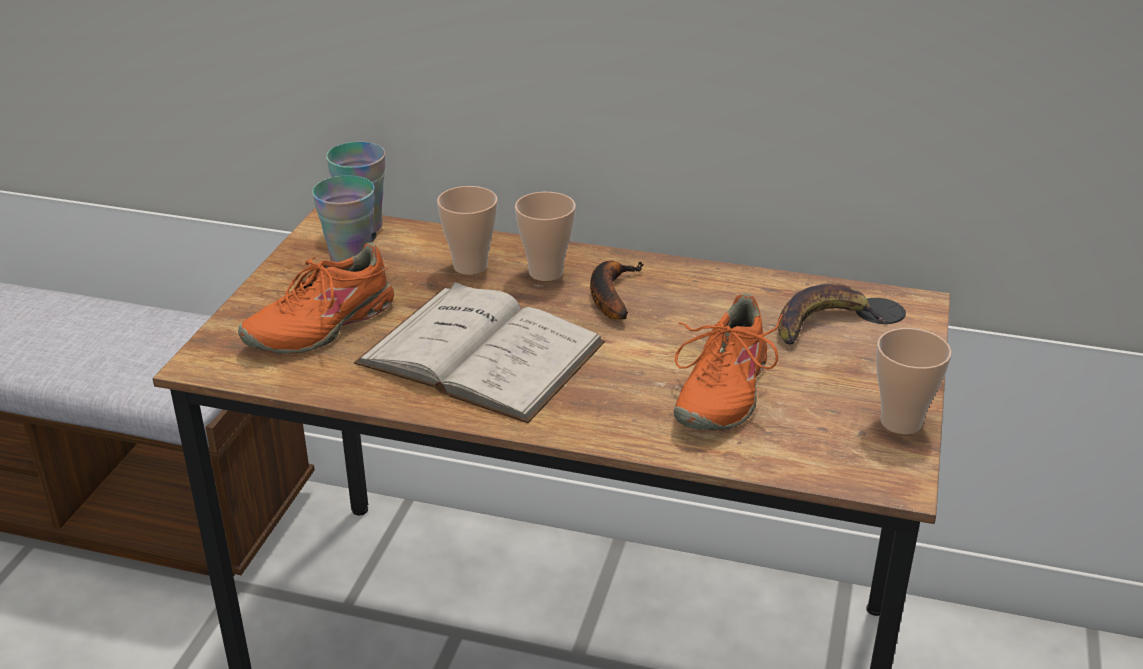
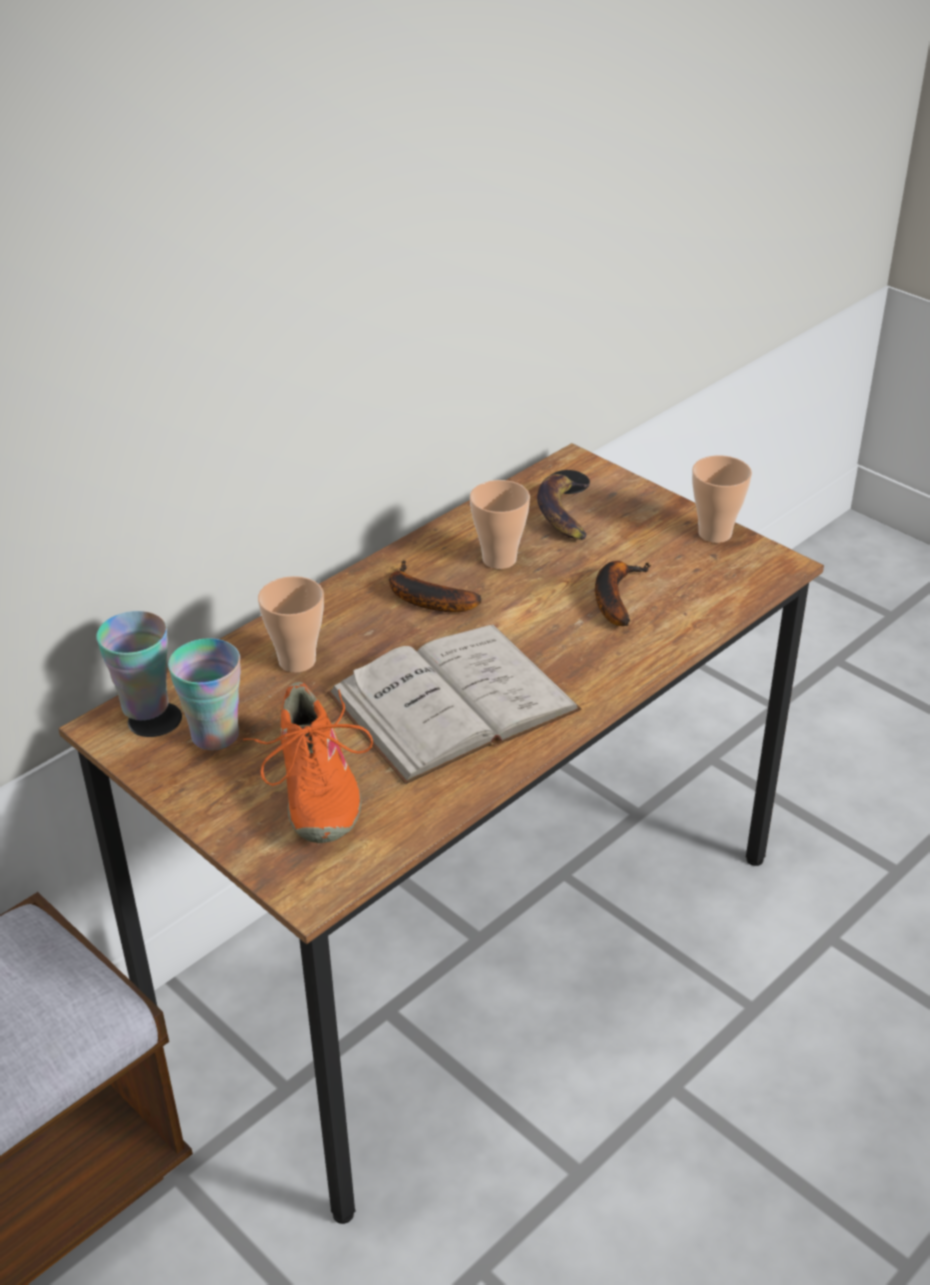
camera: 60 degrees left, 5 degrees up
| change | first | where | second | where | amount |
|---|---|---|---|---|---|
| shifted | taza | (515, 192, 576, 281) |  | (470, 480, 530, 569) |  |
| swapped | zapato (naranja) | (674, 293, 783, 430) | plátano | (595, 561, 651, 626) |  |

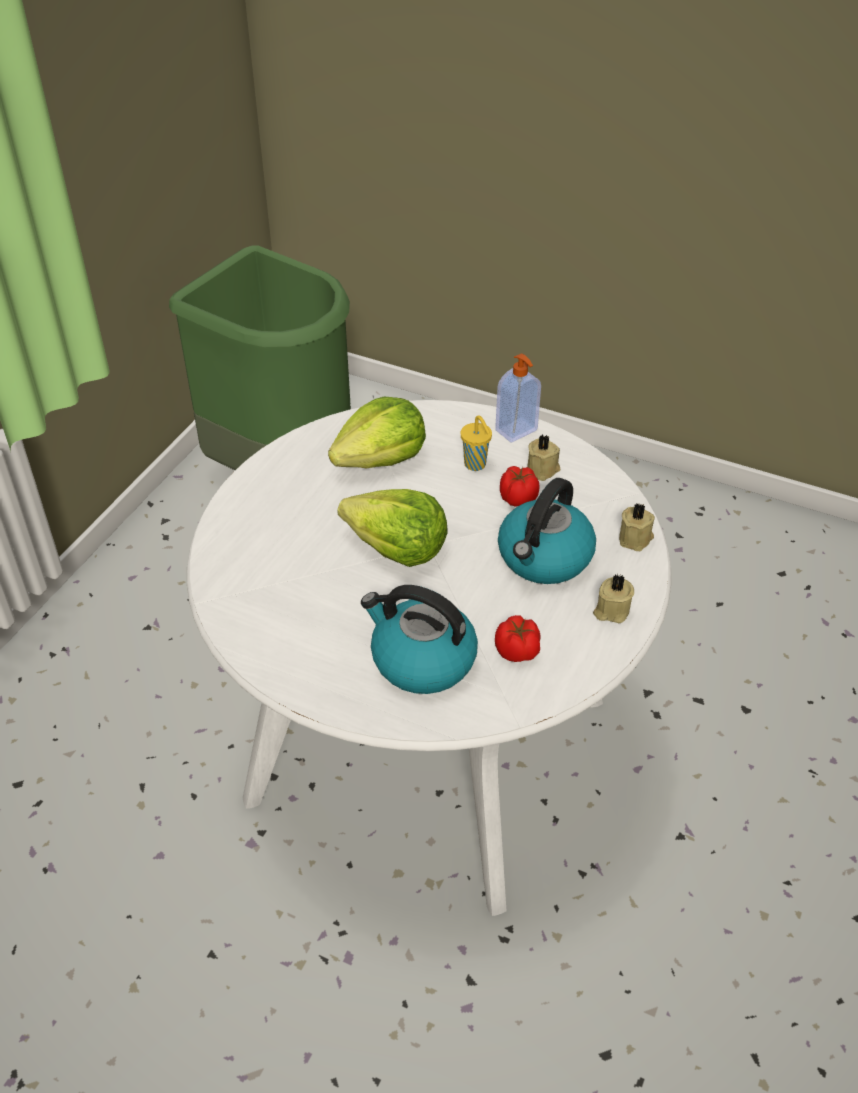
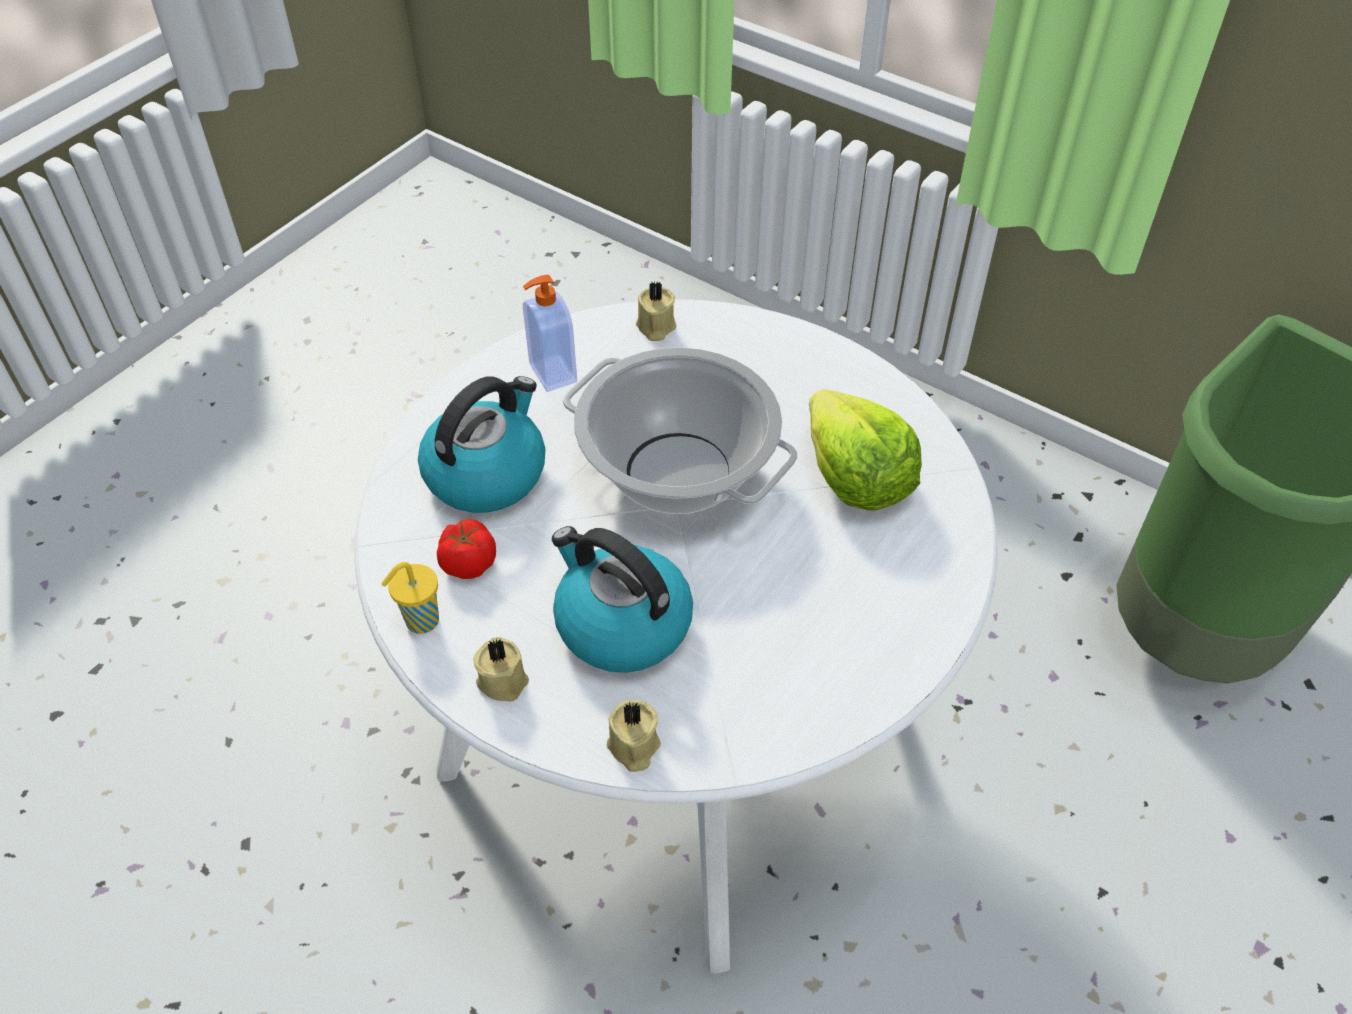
camera: 100 degrees right, 5 degrees up
| change | first | where | second | where | amount |
|---|---|---|---|---|---|
| shifted | dispensador de jabón | (495, 353, 541, 442) |  | (523, 275, 577, 392) |  |
| shifted | taza (amarillo) | (461, 415, 492, 471) |  | (381, 562, 439, 634) |  |
| shifted | vela (beis) | (527, 435, 560, 481) |  | (636, 281, 676, 341) |  |
| gone | tomate | (500, 466, 540, 506) |  |  |  |
| swapped | lechuga | (337, 489, 448, 567) | olla | (563, 347, 797, 514) |  |

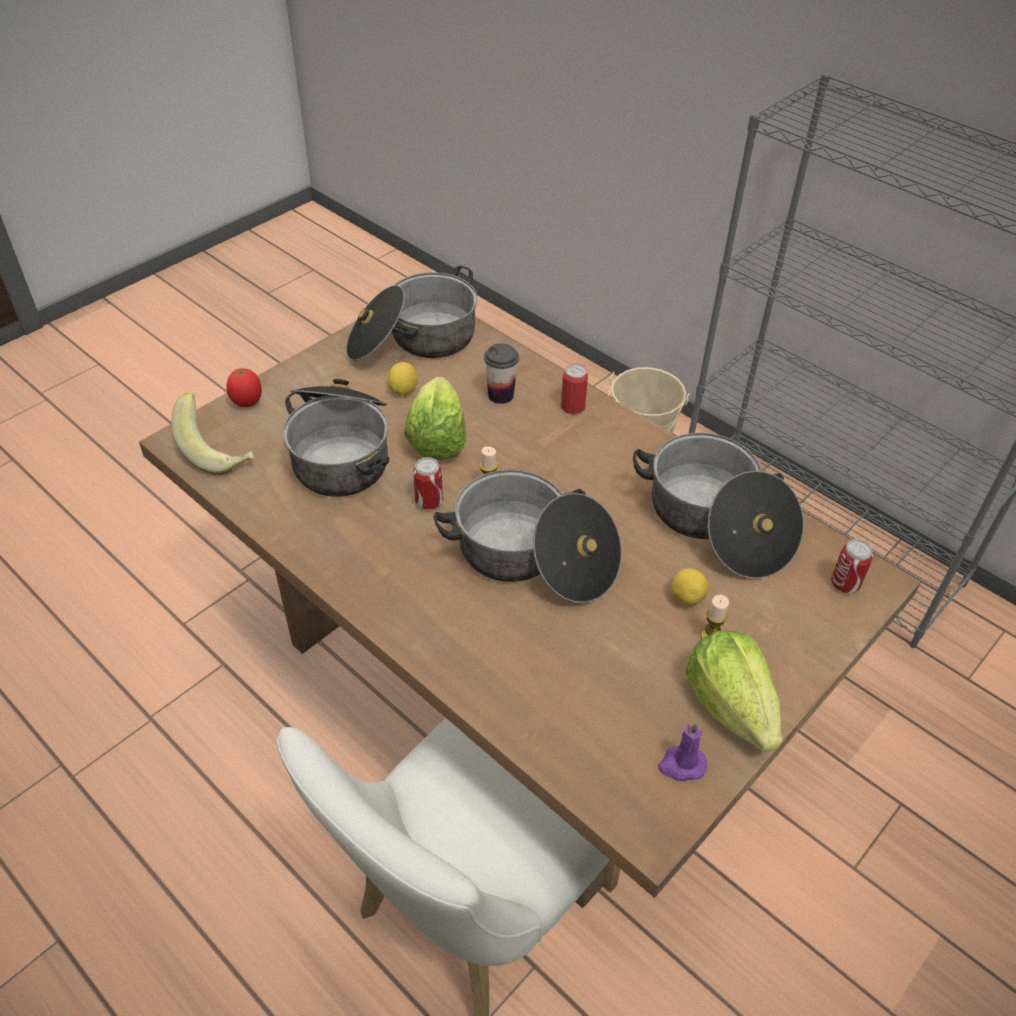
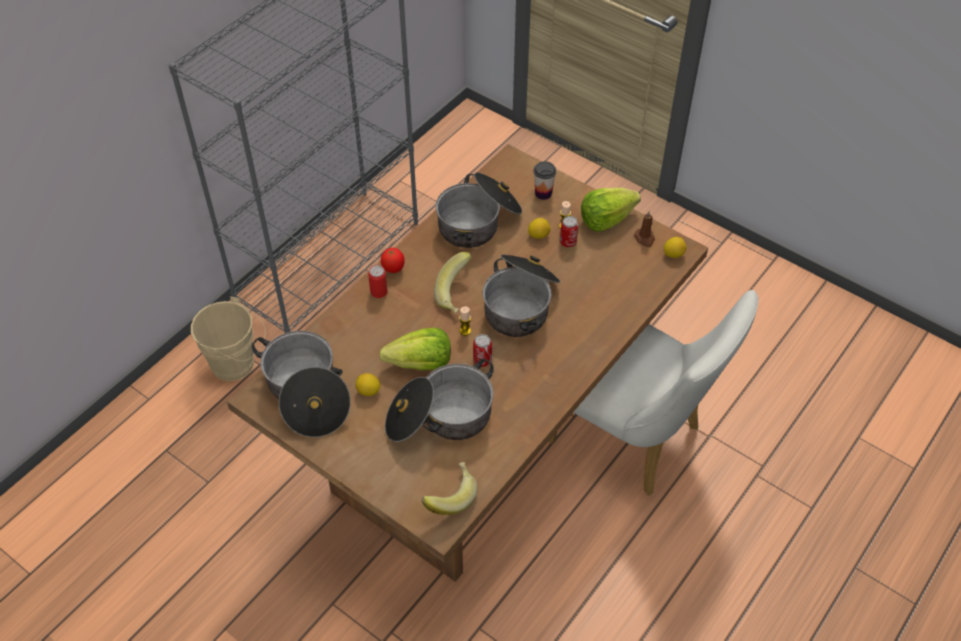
camera: 95 degrees left, 5 degrees up
| change | first | where | second | where | amount |
|---|---|---|---|---|---|
| shifted | taza | (484, 343, 519, 404) |  | (534, 161, 556, 200) |  |
| shifted | tomate | (226, 367, 262, 407) |  | (381, 248, 405, 273) |  |
| shifted | lata | (831, 539, 873, 593) |  | (560, 216, 578, 247) |  |
| repainted | vela (morado) | (658, 722, 707, 781) | vela (marrón) | (634, 211, 655, 247) |  |
| new |  |  | limón | (663, 237, 687, 258) |  |
| new |  |  | plátano | (434, 252, 472, 314) |  |

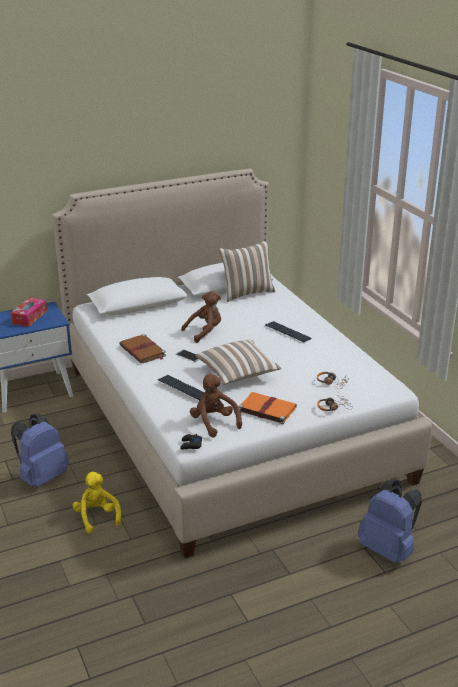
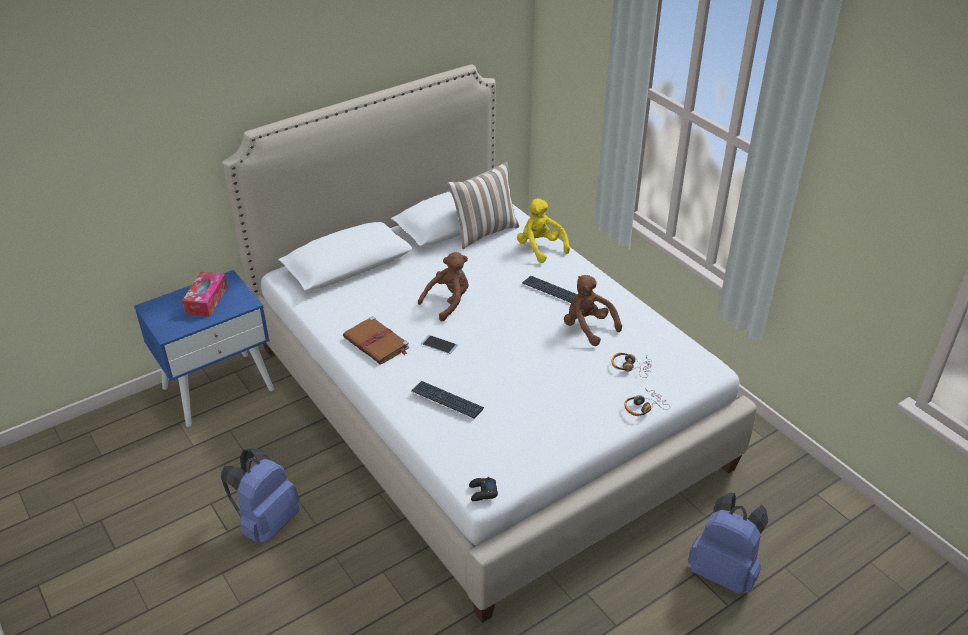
camera: 10 degrees left, 10 degrees up
| change | first | where | second | where | amount |
|---|---|---|---|---|---|
| gone | cojín | (195, 340, 282, 384) |  |  |  |
| shifted | peluche (marrón) | (190, 374, 242, 437) |  | (564, 275, 622, 346) |  |
| gone | libro (naranja) | (238, 392, 297, 424) |  |  |  |
| shifted | peluche (amarillo) | (73, 472, 121, 533) |  | (517, 198, 570, 263) |  |

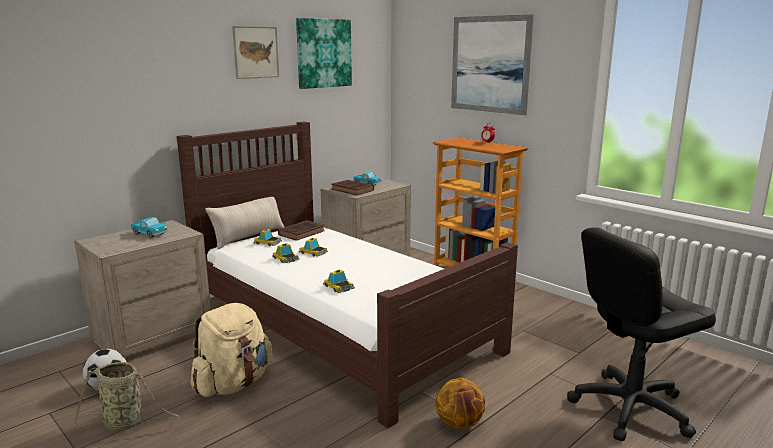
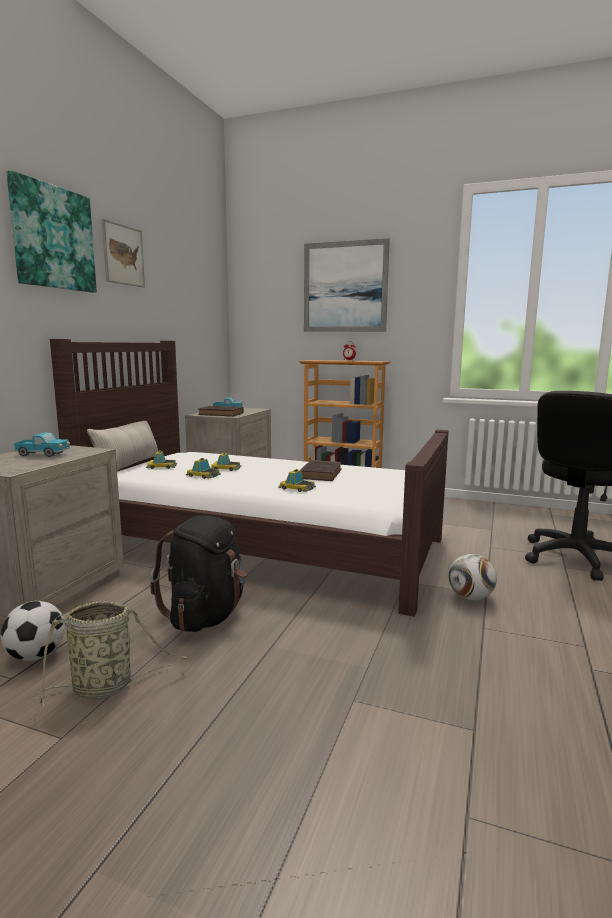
camera: 25 degrees left, 5 degrees down
| change | first | where | second | where | amount |
|---|---|---|---|---|---|
| shifted | cuadro | (296, 18, 352, 89) |  | (6, 170, 97, 293) |  |
| shifted | libro (marrón) | (278, 220, 325, 241) |  | (300, 460, 342, 481) |  |
| repainted | mochila (beis) | (191, 303, 273, 397) | mochila (negro) | (150, 515, 247, 632) |  |
| swapped | balón de baloncesto | (436, 378, 485, 429) | balón de fútbol | (448, 553, 497, 601) |  |

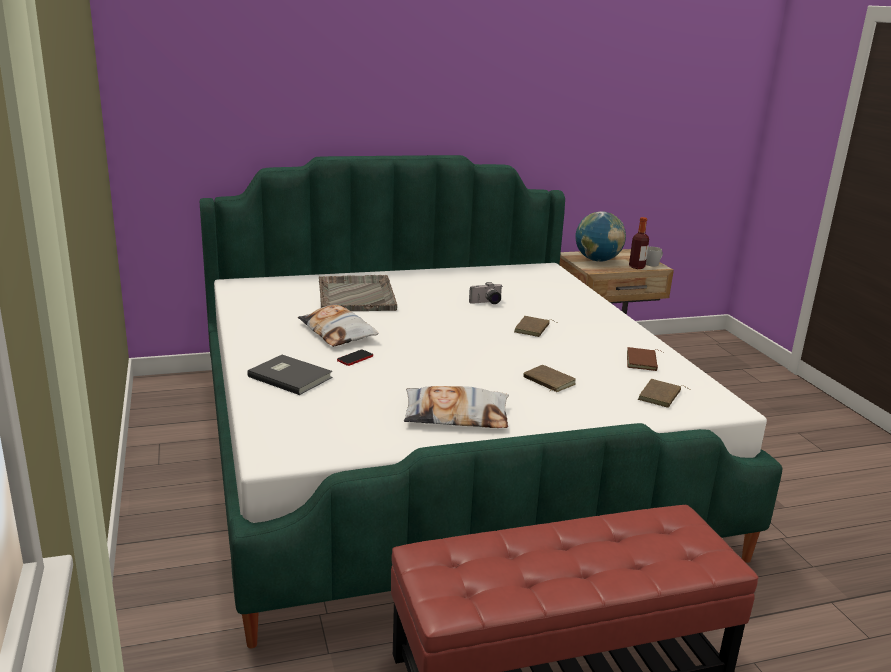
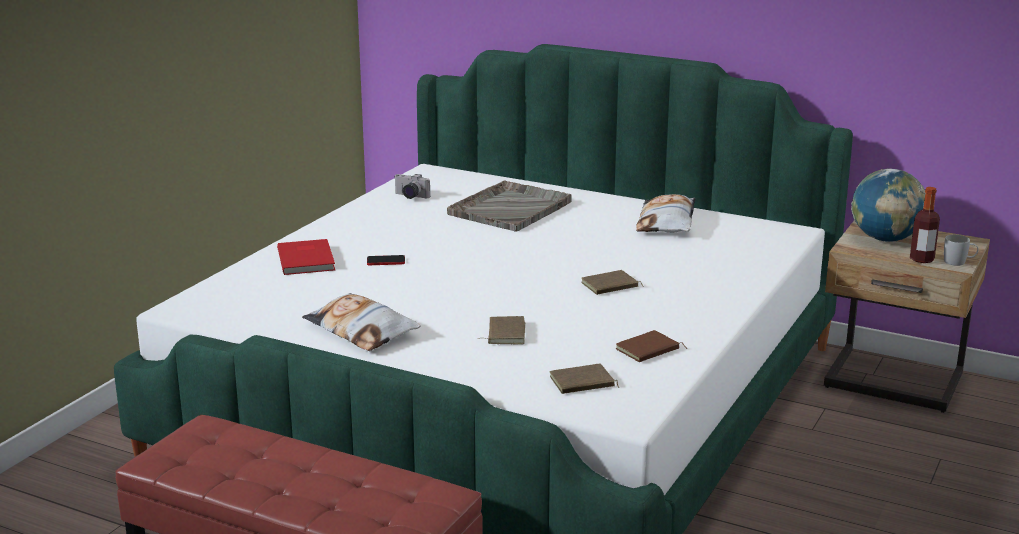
camera: 45 degrees right, 0 degrees up
| change | first | where | second | where | amount |
|---|---|---|---|---|---|
| shifted | cámara | (469, 282, 502, 304) |  | (394, 174, 430, 199) |  |
| shifted | cojín | (298, 305, 379, 347) |  | (636, 194, 696, 233) |  |
| repainted | libro (gris) | (247, 355, 332, 395) | libro (rojo) | (277, 239, 335, 275) |  |

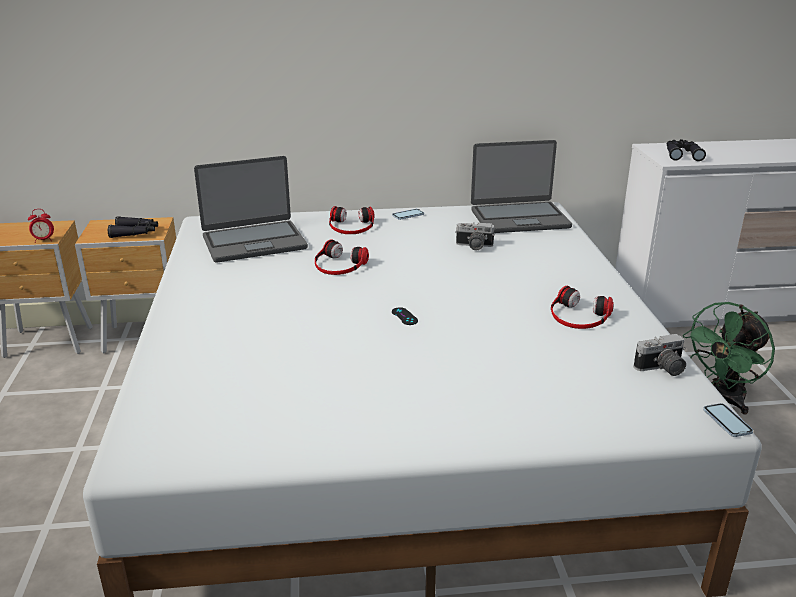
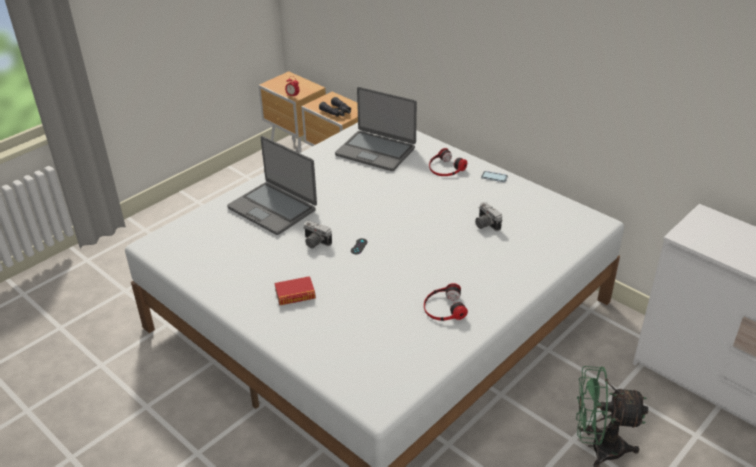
camera: 50 degrees right, 10 degrees up
| change | first | where | second | where | amount |
|---|---|---|---|---|---|
| gone | prismáticos (negro) | (667, 139, 706, 161) |  |  |  |
| shifted | portátil | (471, 140, 572, 233) |  | (227, 136, 317, 235) |  |
| gone | auriculares | (315, 239, 369, 275) |  |  |  |
| shifted | cámara | (634, 334, 686, 376) |  | (303, 221, 332, 248) |  |
| gone | móvil | (703, 403, 753, 437) |  |  |  |
| new |  |  | libro | (275, 276, 316, 305) |  |

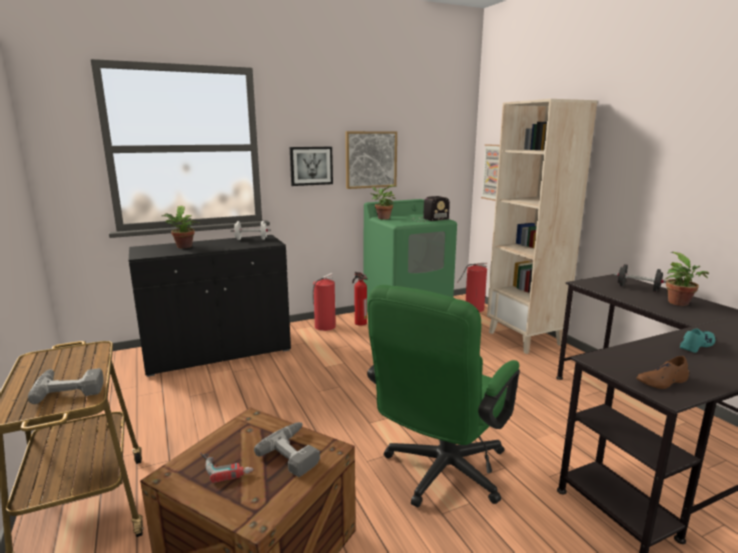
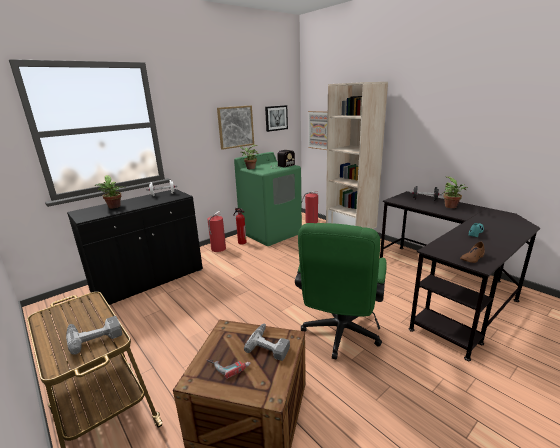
camera: 15 degrees left, 5 degrees up
| change | first | where | second | where | amount |
|---|---|---|---|---|---|
| shifted | cuadro | (290, 147, 333, 186) |  | (265, 105, 288, 132) |  |

